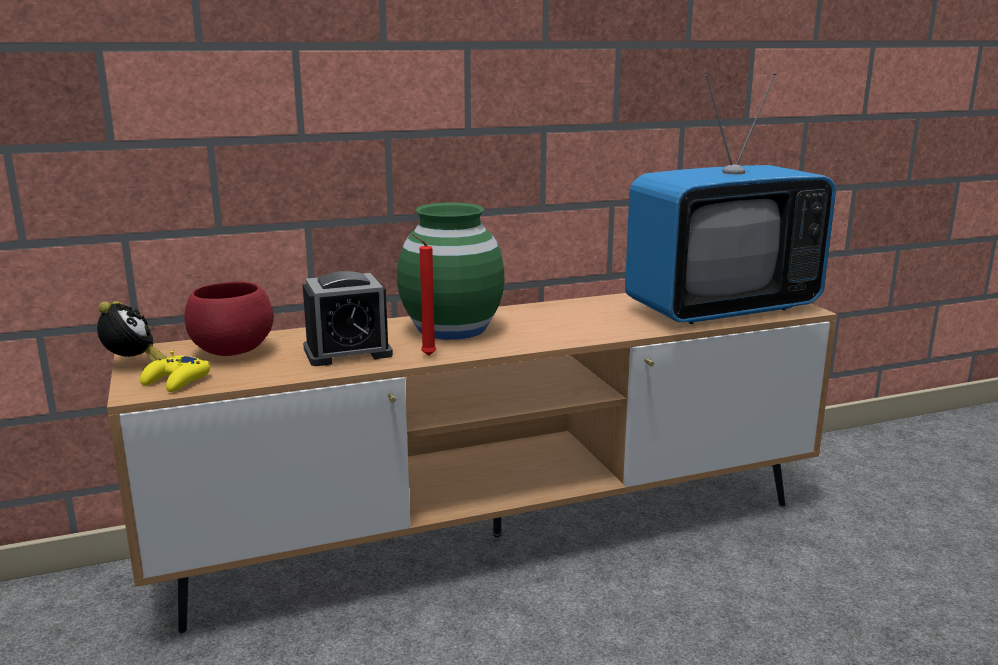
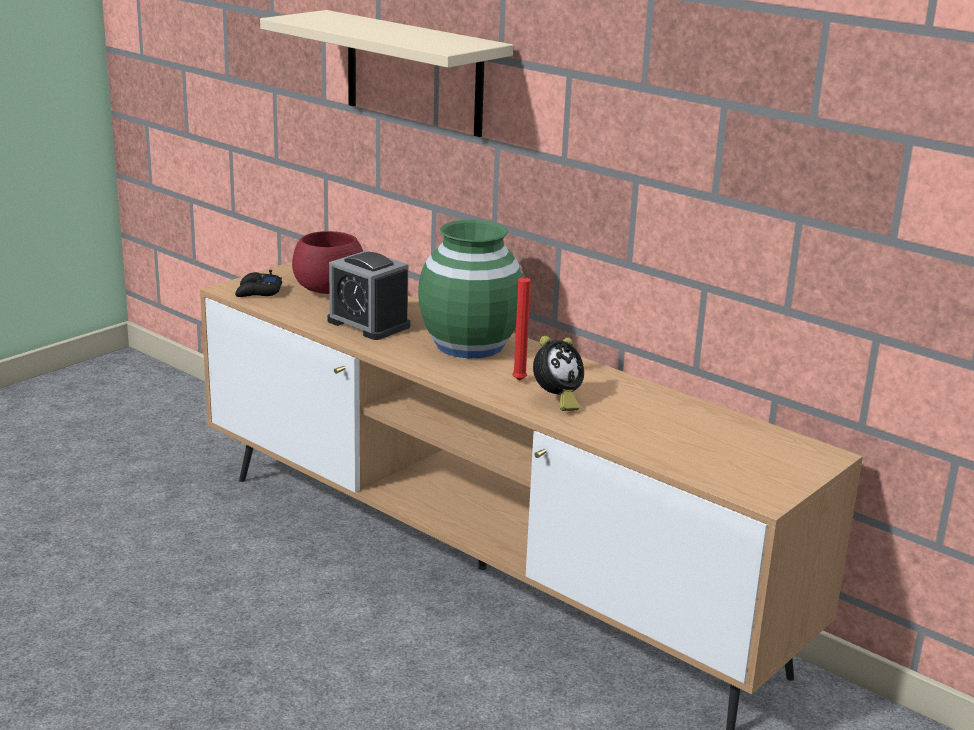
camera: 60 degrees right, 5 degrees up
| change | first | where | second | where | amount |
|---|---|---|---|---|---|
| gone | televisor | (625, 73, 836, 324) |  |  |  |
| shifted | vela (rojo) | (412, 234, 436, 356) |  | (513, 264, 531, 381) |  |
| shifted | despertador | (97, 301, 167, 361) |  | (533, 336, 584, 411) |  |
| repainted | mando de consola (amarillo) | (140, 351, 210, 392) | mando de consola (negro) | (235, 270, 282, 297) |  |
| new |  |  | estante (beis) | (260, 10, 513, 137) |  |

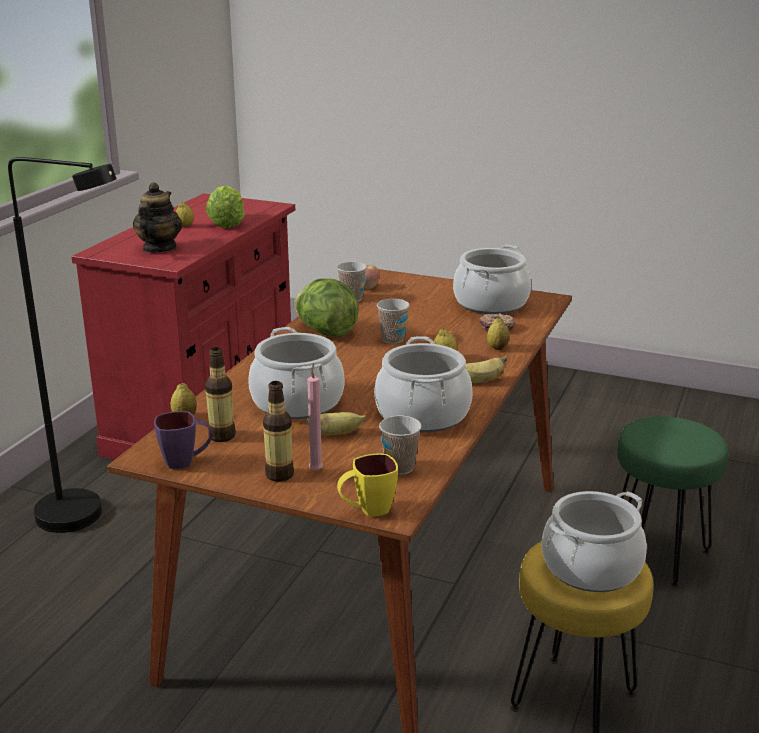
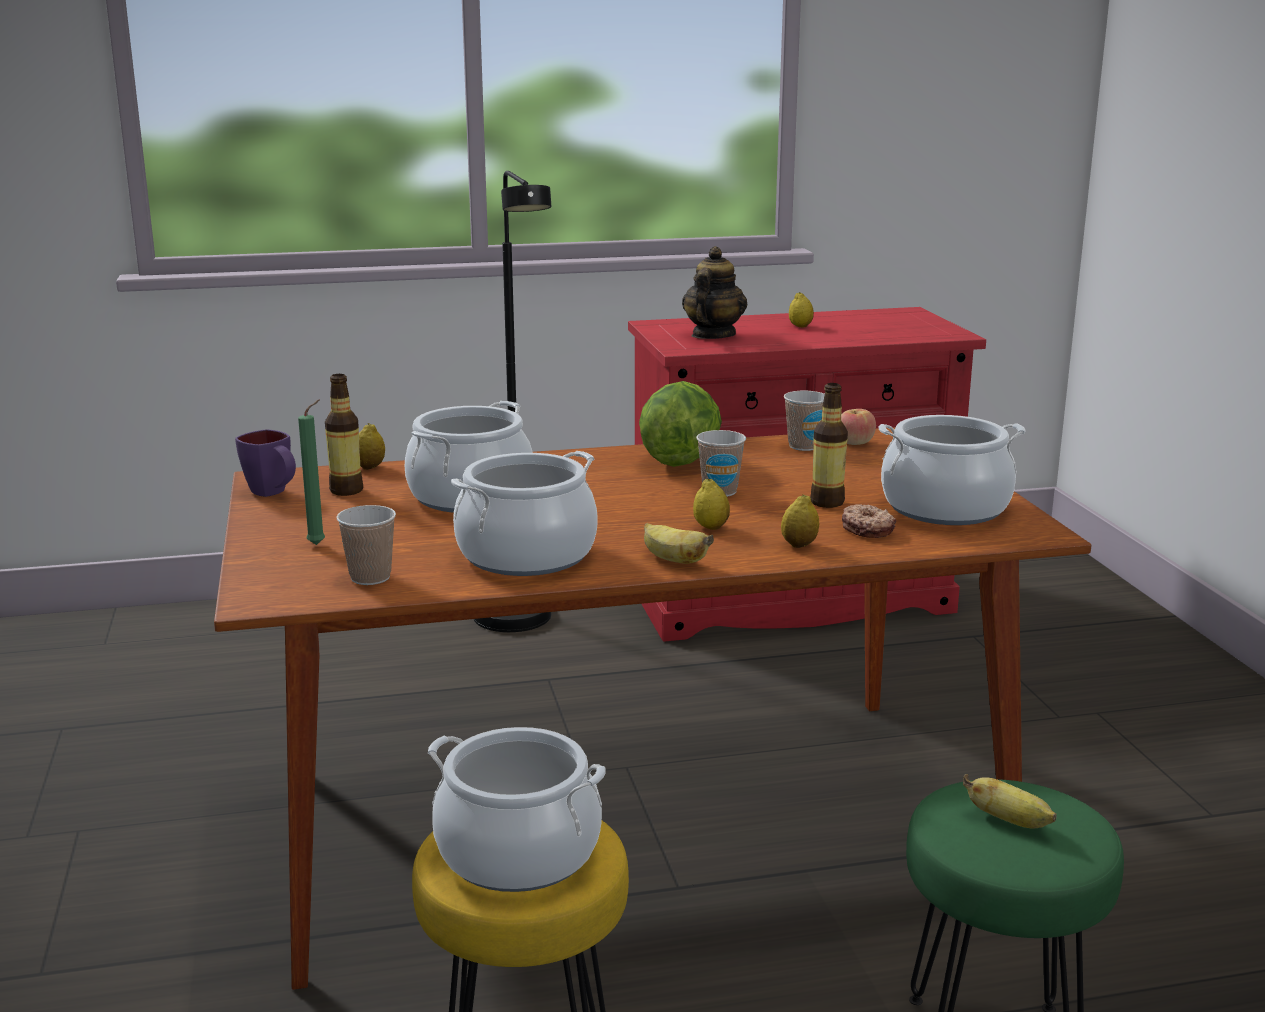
camera: 55 degrees right, 5 degrees down
| change | first | where | second | where | amount |
|---|---|---|---|---|---|
| rotated | tetera | (133, 182, 182, 253) |  | (682, 246, 747, 339) | 45 degrees counterclockwise |
| gone | lechuga | (206, 186, 245, 228) |  |  |  |
| repainted | vela (rosa) | (307, 363, 323, 471) | vela (verde) | (298, 400, 325, 545) |  |
| shifted | botella | (263, 381, 294, 482) |  | (810, 383, 848, 508) |  |
| shifted | plátano | (306, 412, 366, 436) |  | (963, 774, 1057, 828) |  |
| gone | taza grande (amarillo) | (337, 454, 398, 516) |  |  |  |

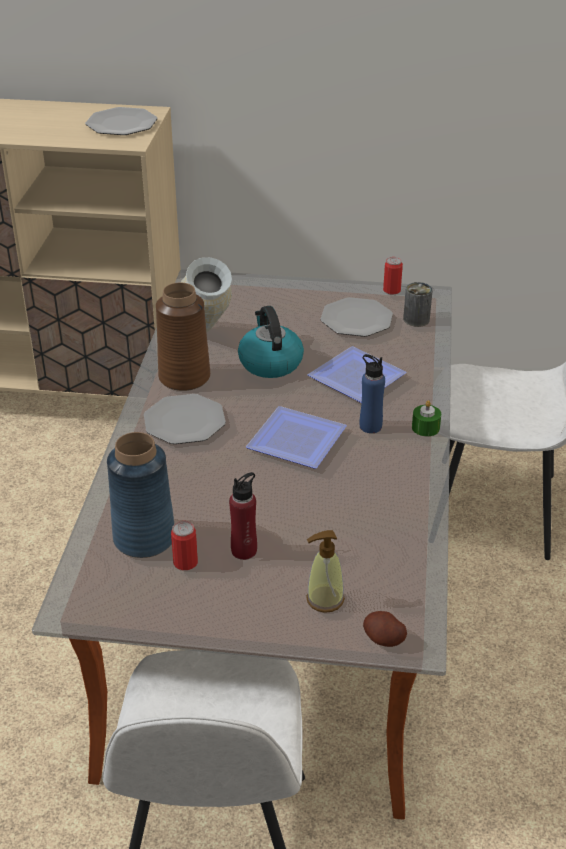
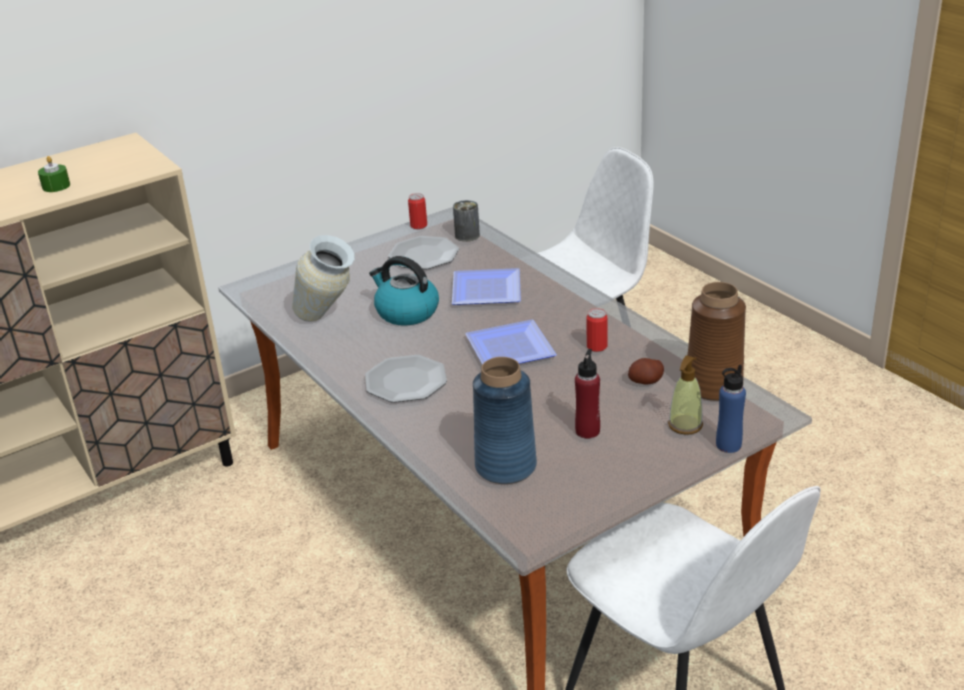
camera: 40 degrees left, 5 degrees down
| change | first | where | second | where | amount |
|---|---|---|---|---|---|
| gone | plato | (85, 107, 158, 135) |  |  |  |
| shifted | florero (marrón) | (156, 282, 210, 391) |  | (687, 282, 746, 401) |  |
| shifted | botella (azul) | (360, 354, 385, 433) |  | (716, 365, 746, 453) |  |
| shifted | vela (verde) | (412, 400, 441, 436) |  | (38, 156, 70, 192) |  |
| shifted | lata | (171, 521, 198, 570) |  | (587, 308, 607, 352) |  |
| shifted | patata | (363, 611, 407, 647) |  | (628, 358, 664, 385) |  |

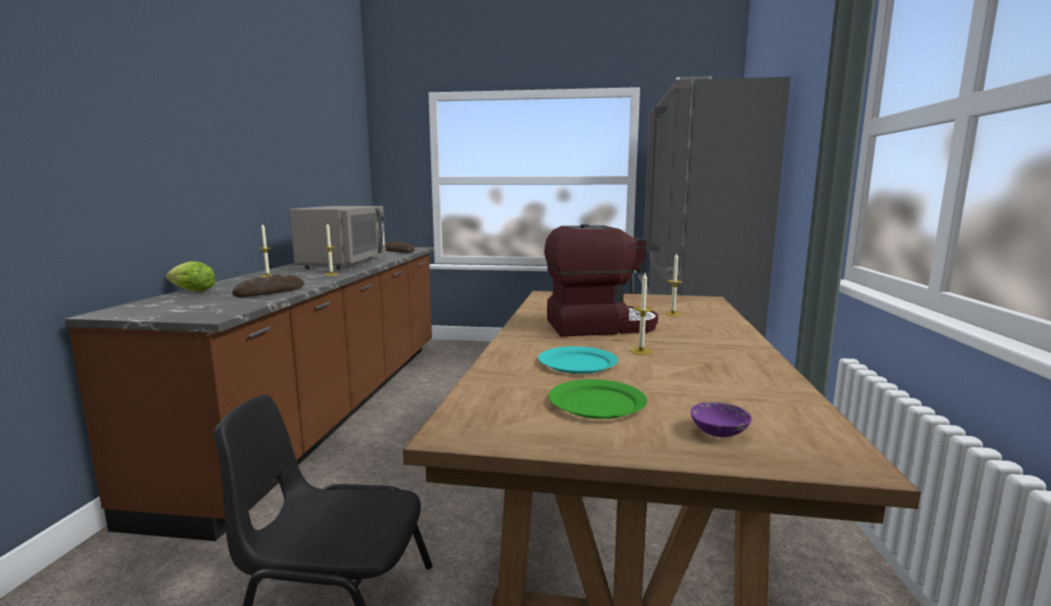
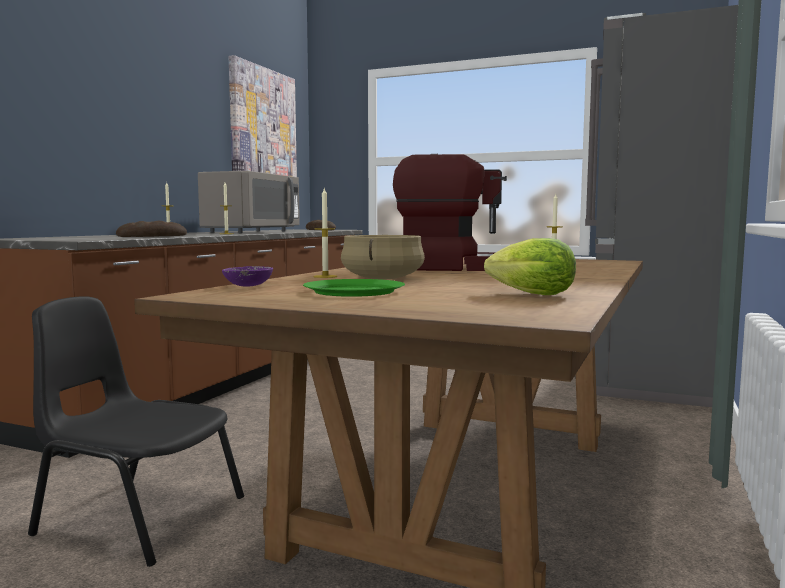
camera: 15 degrees right, 5 degrees down
| change | first | where | second | where | amount |
|---|---|---|---|---|---|
| shifted | lechuga | (166, 262, 216, 292) |  | (484, 238, 576, 295) |  |
| shifted | vela | (631, 273, 653, 355) |  | (314, 188, 337, 278) |  |
| swapped | plato (turquesa) | (538, 346, 618, 374) | olla (beis) | (341, 235, 425, 279) |  |
| shifted | cuenco (morado) | (690, 402, 752, 437) |  | (222, 266, 273, 286) |  |
| new |  |  | cuadro | (229, 55, 297, 177) |  |

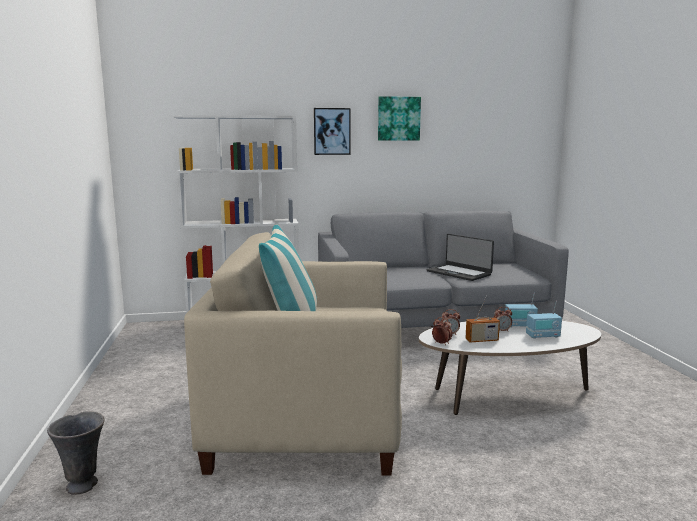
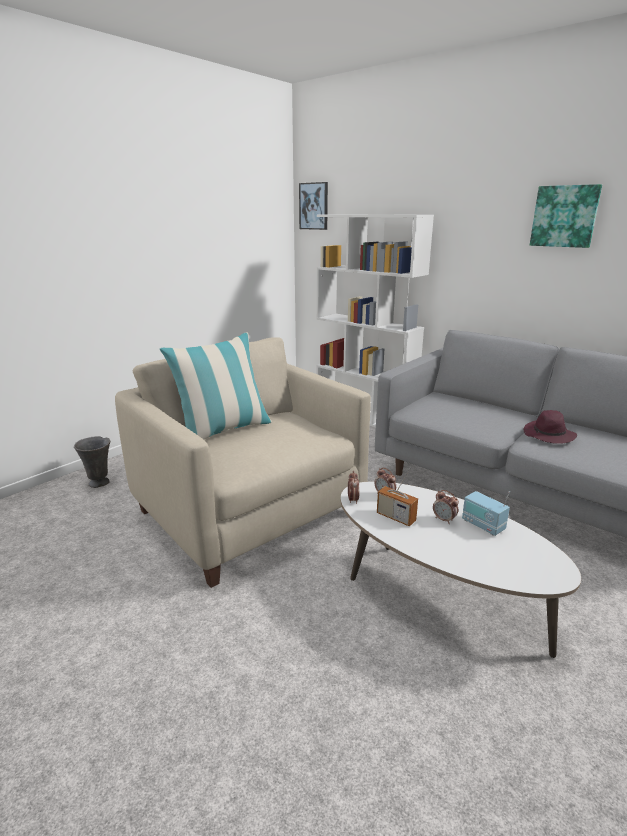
camera: 50 degrees right, 10 degrees up
| change | first | where | second | where | amount |
|---|---|---|---|---|---|
| shifted | cuadro | (314, 108, 350, 155) |  | (299, 182, 328, 230) |  |
| swapped | portátil | (427, 234, 494, 281) | sombrero (morado) | (524, 410, 577, 444) |  |
| gone | radio | (526, 301, 562, 339) |  |  |  |

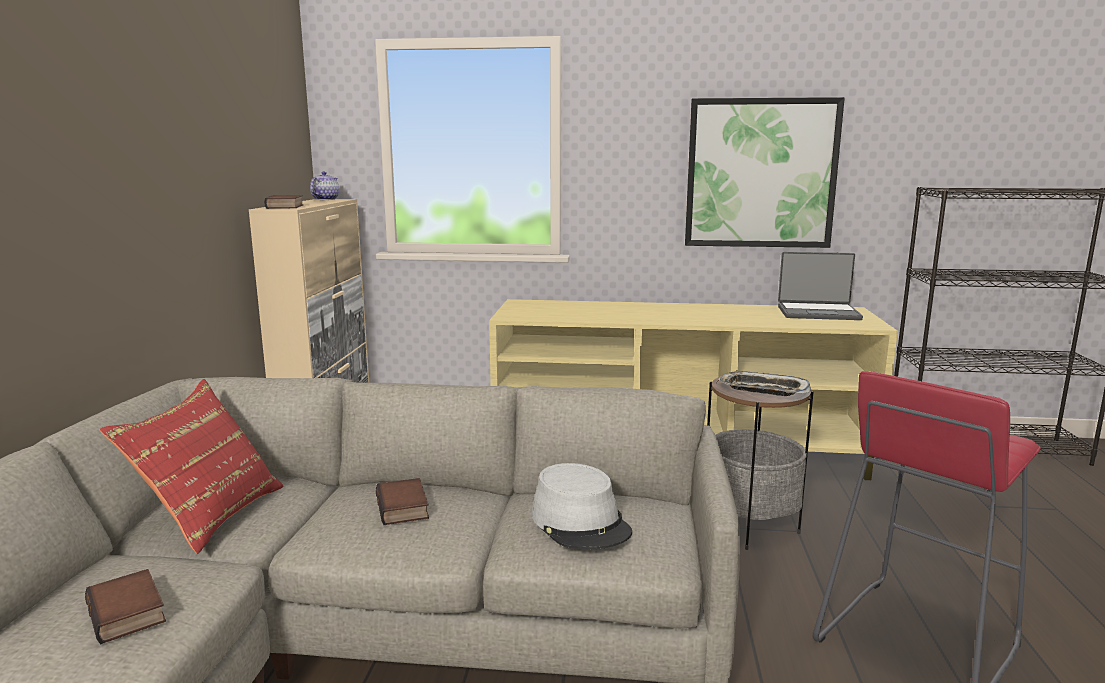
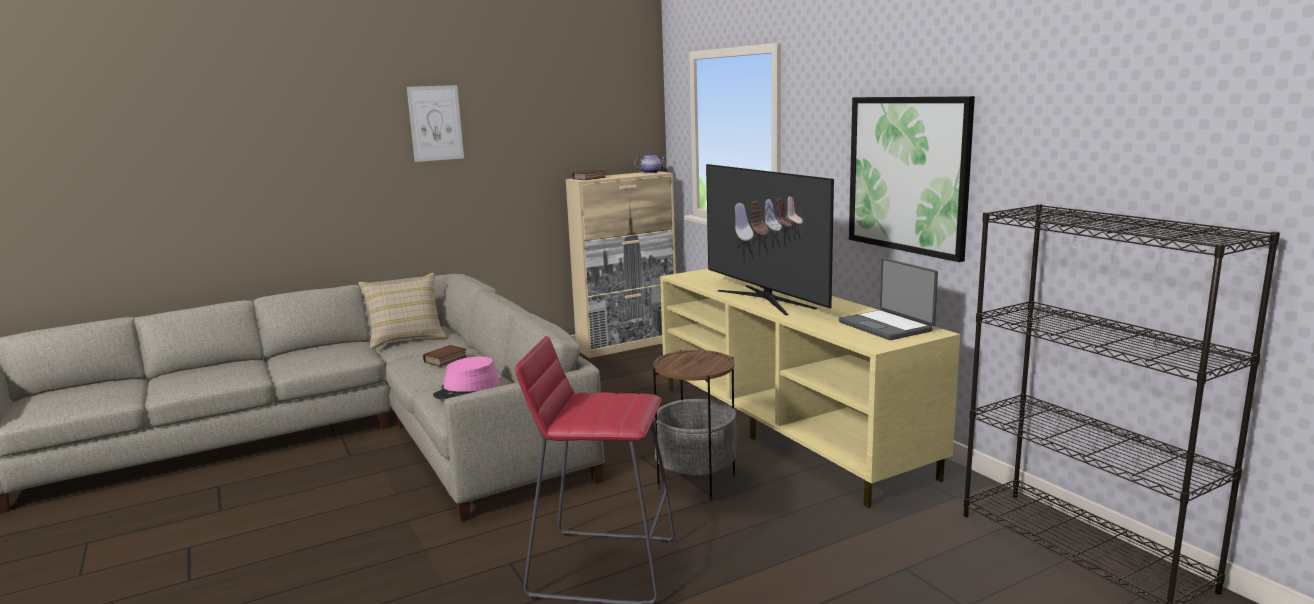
camera: 55 degrees right, 0 degrees up
| change | first | where | second | where | amount |
|---|---|---|---|---|---|
| gone | bandeja | (719, 371, 811, 396) |  |  |  |
| repainted | cojín (rojo) | (99, 379, 283, 554) | cojín (beis) | (359, 273, 447, 349) |  |
| repainted | sombrero (gris) | (532, 463, 632, 549) | sombrero (rosa) | (433, 356, 500, 400) |  |
| gone | libro | (85, 569, 166, 645) |  |  |  |
| new |  |  | cuadro | (407, 85, 464, 162) |  |
| new |  |  | televisor | (706, 164, 834, 315) |  |

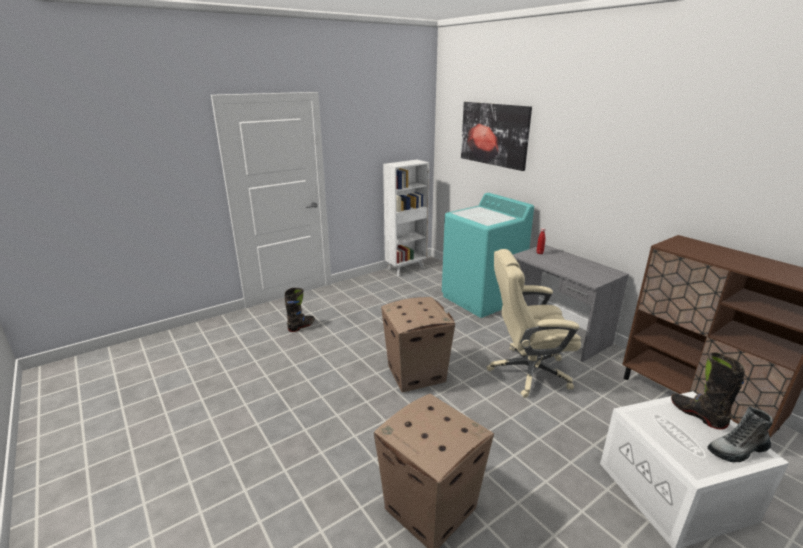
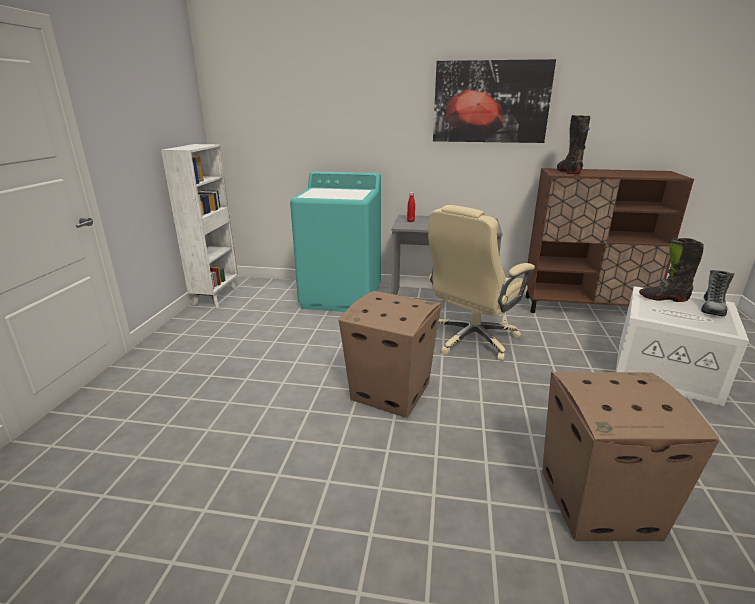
camera: 45 degrees left, 0 degrees up
| change | first | where | second | where | amount |
|---|---|---|---|---|---|
| shifted | cuadro | (461, 102, 532, 171) |  | (433, 59, 556, 143) |  |
| shifted | bota (negro) | (285, 288, 315, 332) |  | (557, 115, 590, 174) |  |

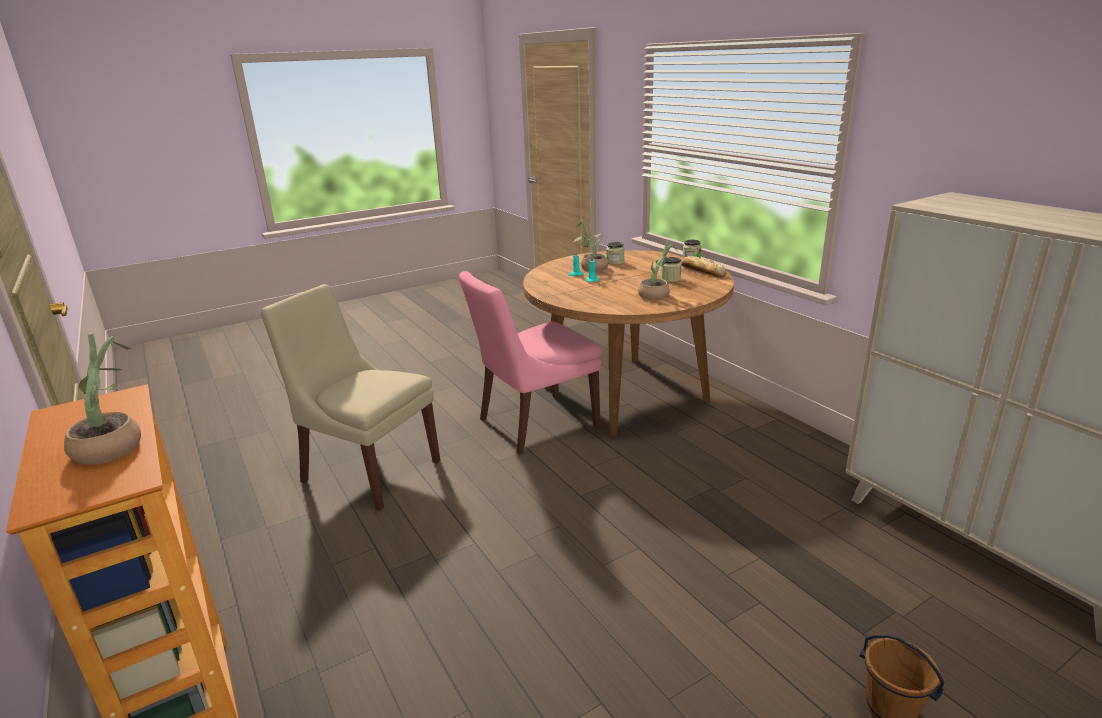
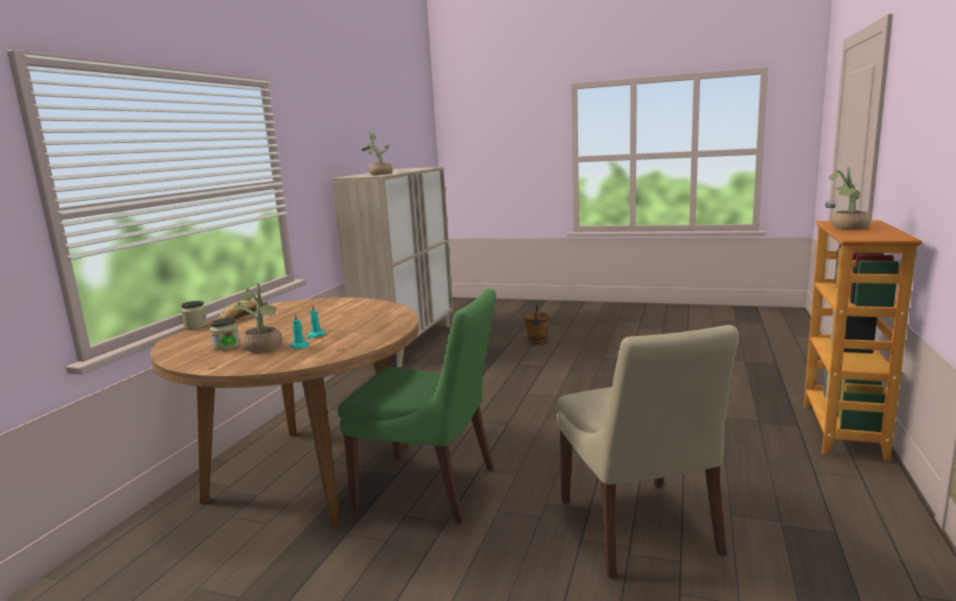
camera: 130 degrees left, 10 degrees down
| change | first | where | second | where | amount |
|---|---|---|---|---|---|
| shifted | planta en maceta | (638, 240, 679, 300) |  | (362, 132, 393, 175) |  |
| gone | tarro | (661, 257, 681, 282) |  |  |  |
| repainted | silla (rosa) | (459, 271, 601, 455) | silla (verde) | (338, 289, 496, 524) |  |

